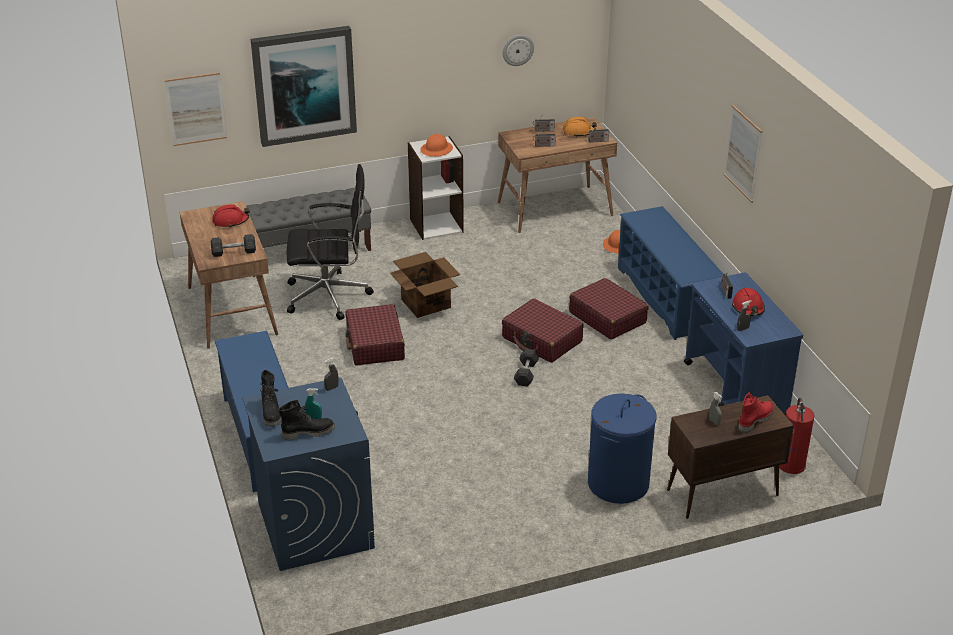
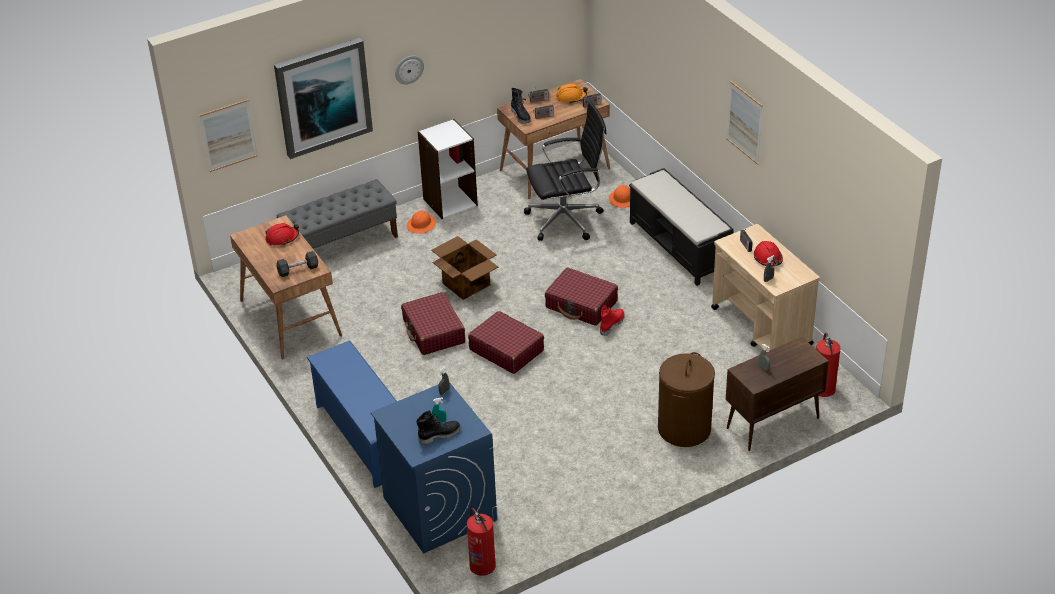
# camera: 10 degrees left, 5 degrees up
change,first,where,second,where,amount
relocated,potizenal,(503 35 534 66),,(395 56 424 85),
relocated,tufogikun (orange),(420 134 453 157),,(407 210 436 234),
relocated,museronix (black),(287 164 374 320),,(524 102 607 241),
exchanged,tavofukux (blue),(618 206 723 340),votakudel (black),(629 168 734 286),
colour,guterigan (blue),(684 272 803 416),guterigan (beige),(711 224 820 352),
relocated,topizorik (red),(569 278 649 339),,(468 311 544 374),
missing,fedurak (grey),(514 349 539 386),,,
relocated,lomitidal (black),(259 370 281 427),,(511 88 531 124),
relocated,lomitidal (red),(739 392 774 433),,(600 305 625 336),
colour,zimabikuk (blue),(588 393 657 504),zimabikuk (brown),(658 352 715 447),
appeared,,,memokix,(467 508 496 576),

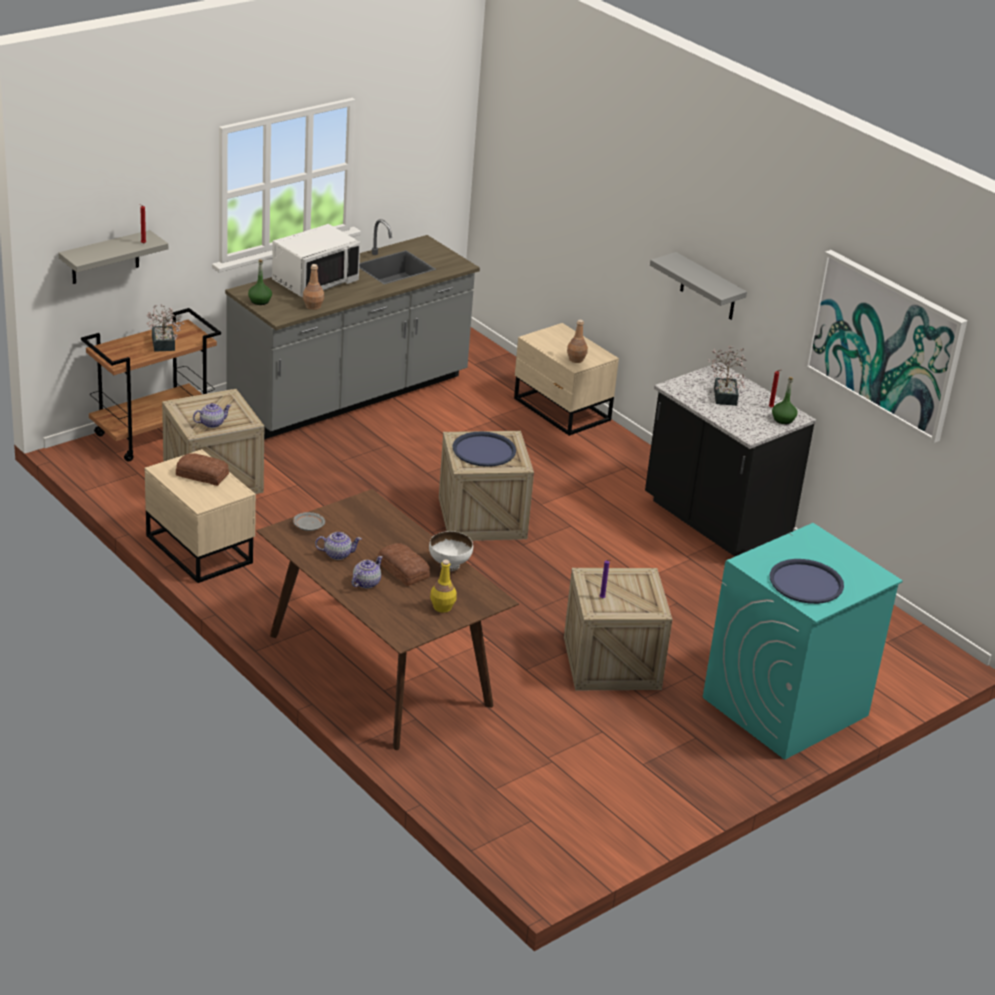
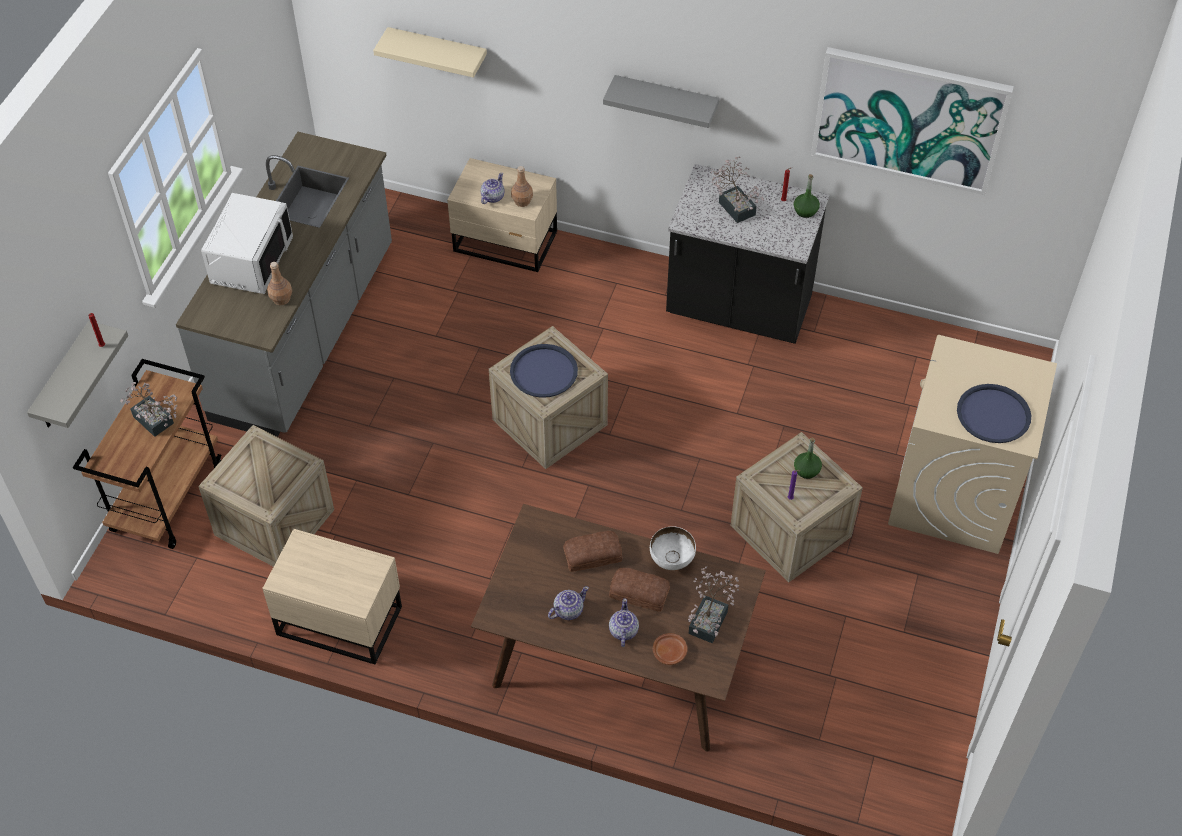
# camera: 30 degrees left, 20 degrees up
change,first,where,second,where,amount
relocated,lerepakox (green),(248 259 272 305),,(794 437 822 479),
relocated,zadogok,(193 403 231 428),,(481 173 505 204),
relocated,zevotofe,(176 453 229 486),,(563 531 622 572),
missing,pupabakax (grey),(293 512 325 531),,,
colour,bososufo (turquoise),(703 523 903 760),bososufo (beige),(888 335 1057 554),
exchanged,lerepakox (yellow),(430 560 457 613),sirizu,(688 566 739 643),
appeared,,,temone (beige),(373 27 487 78),
appeared,,,pupabakax (brown),(653 633 688 665),

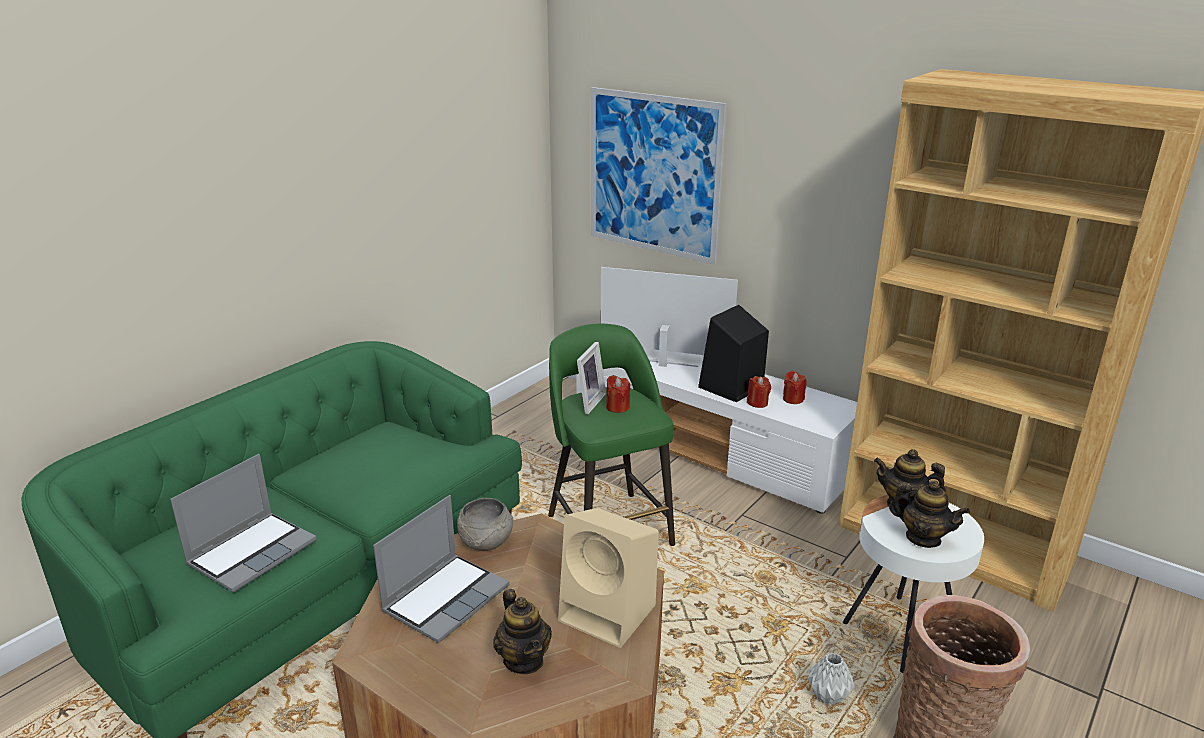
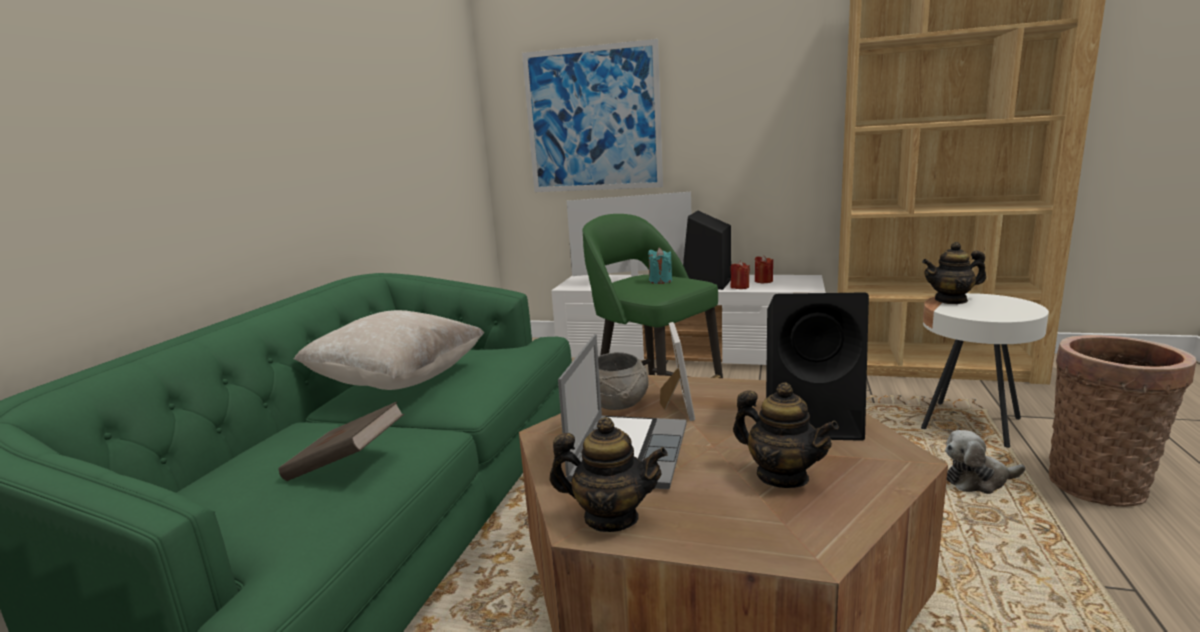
# camera: 20 degrees left, 10 degrees down
change,first,where,second,where,amount
relocated,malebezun,(577 342 606 414),,(660 322 695 421),
colour,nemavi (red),(606 375 630 413),nemavi (turquoise),(648 248 672 284),
exchanged,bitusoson,(170 454 317 592),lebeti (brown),(278 402 404 481),
relocated,zadogok,(889 481 970 548),,(549 417 668 532),
colour,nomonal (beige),(558 508 659 648),nomonal (black),(766 292 869 441),
exchanged,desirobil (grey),(808 653 854 705),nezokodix,(945 430 1025 494),
appeared,,,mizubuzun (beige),(294 310 485 390),

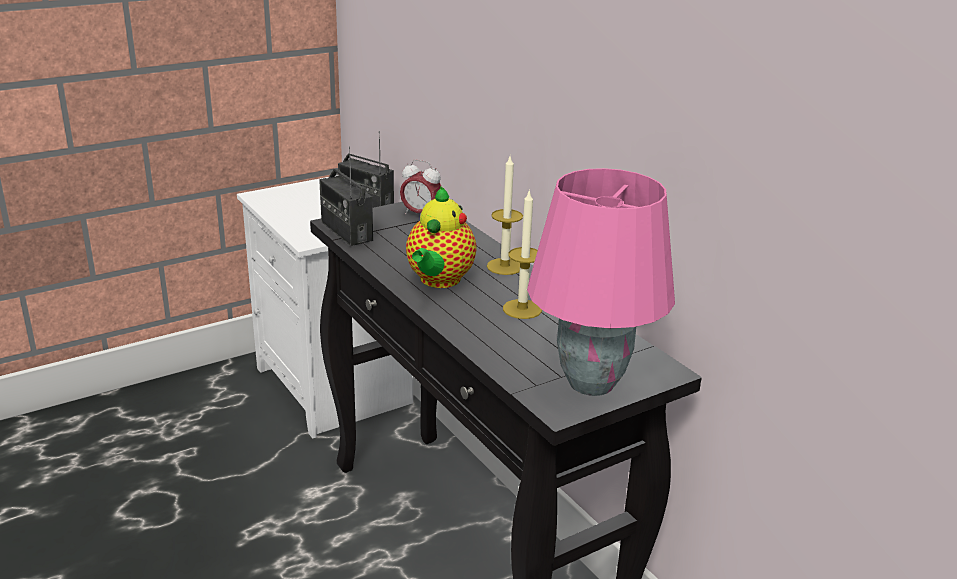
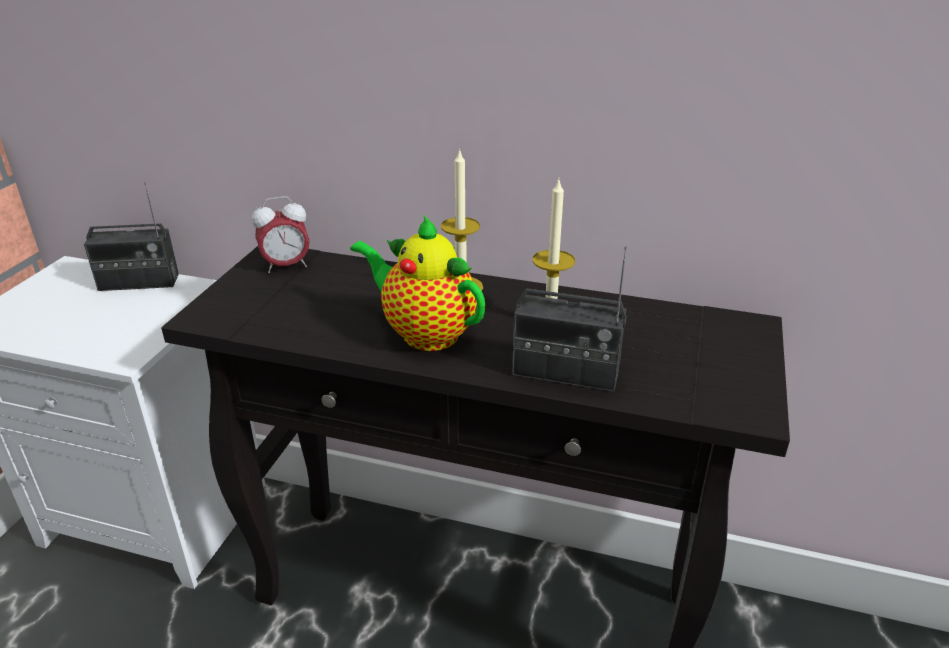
# camera: 40 degrees left, 5 degrees up
change,first,where,second,where,amount
relocated,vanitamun,(319 146 373 246),,(512 246 627 392),
missing,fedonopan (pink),(527 168 675 396),,,
spun,zadogok,(406 187 477 288),,(350 215 486 351),150 degrees clockwise

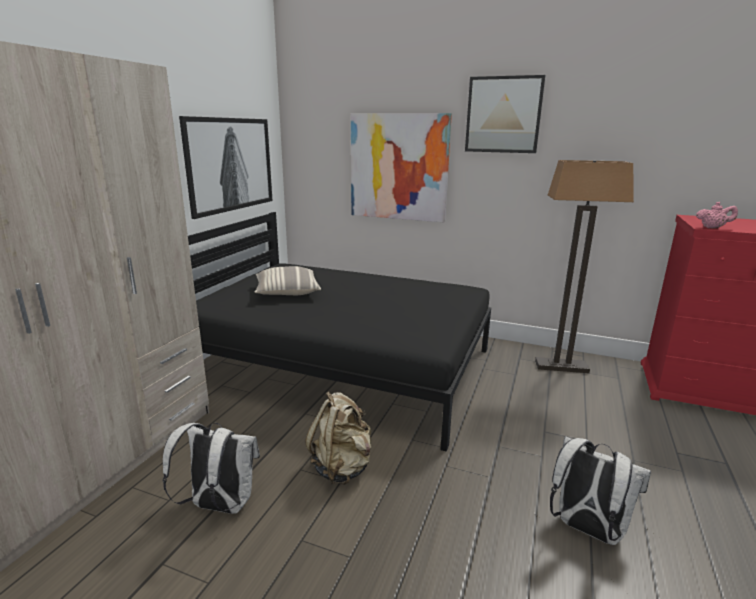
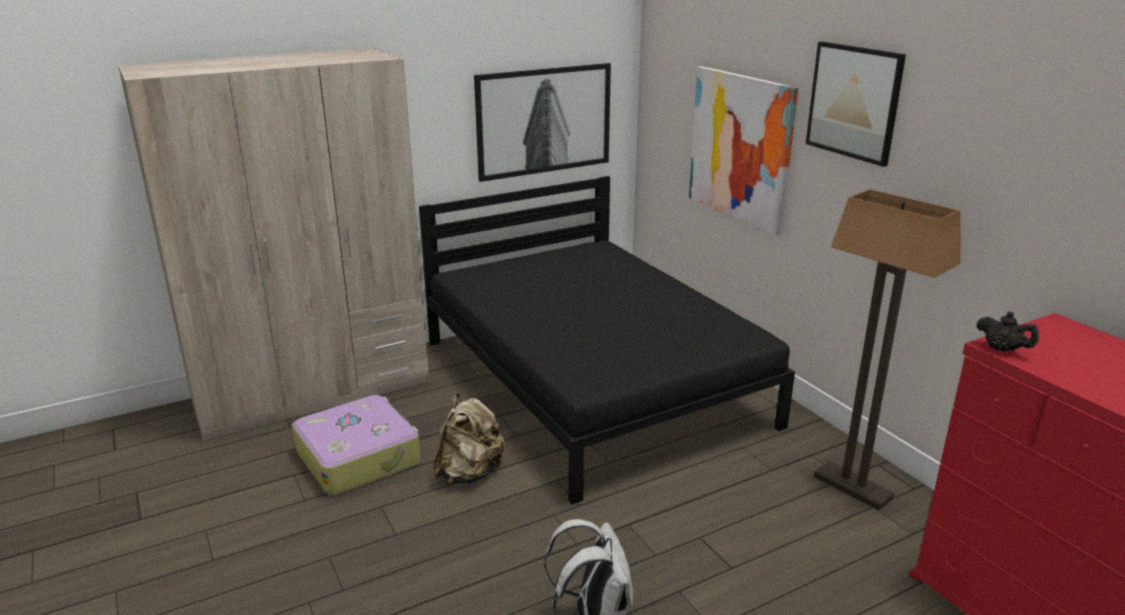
# camera: 40 degrees right, 5 degrees up
change,first,where,second,where,amount
colour,zadogok (pink),(696 202 738 228),zadogok (black),(976 312 1039 352),
missing,mizubuzun,(255 266 321 295),,,
exchanged,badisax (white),(162 423 260 514),topizorik,(292 395 420 495),

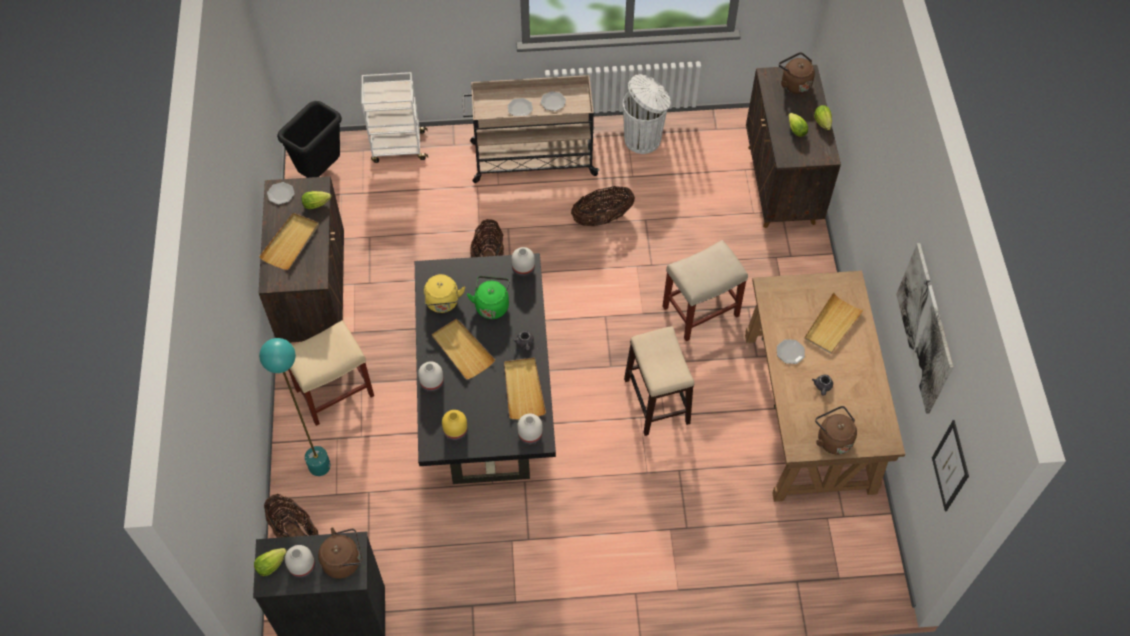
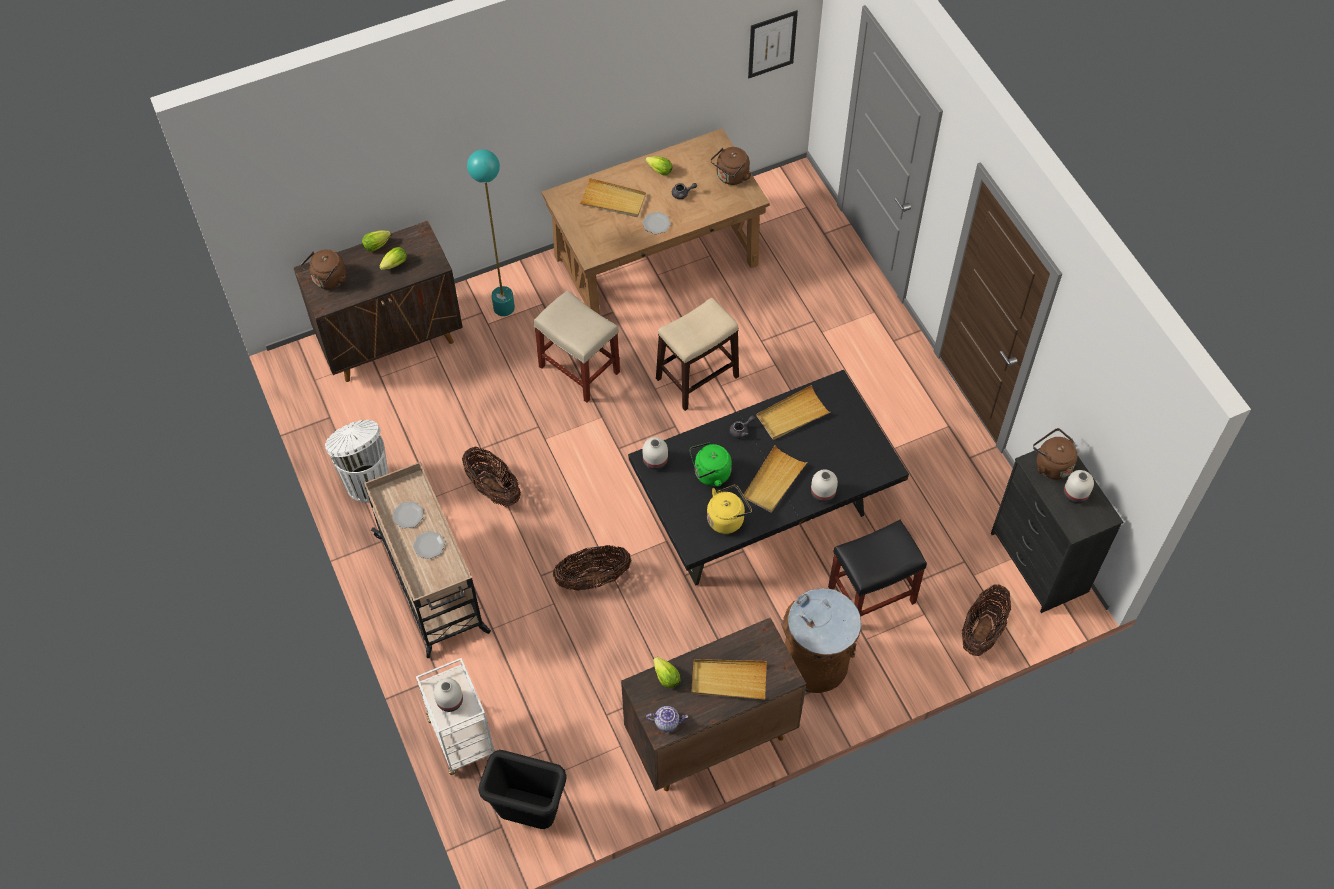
# camera: 110 degrees left, 0 degrees up
change,first,where,second,where,amount
exchanged,pupabakax,(267 182 295 205),zadogok,(646 706 688 732),
missing,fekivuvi,(896 243 953 414),,,
exchanged,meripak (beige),(288 320 374 426),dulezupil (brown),(781 588 861 693),
relocated,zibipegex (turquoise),(259 338 331 476),,(467 149 515 316),
missing,desirobil (yellow),(442 410 468 441),,,
relocated,desirobil (white),(517 414 543 445),,(434 678 463 712),
relocated,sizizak,(254 548 287 576),,(645 156 673 175),
appeared,,,meripak (black),(828 520 927 616),

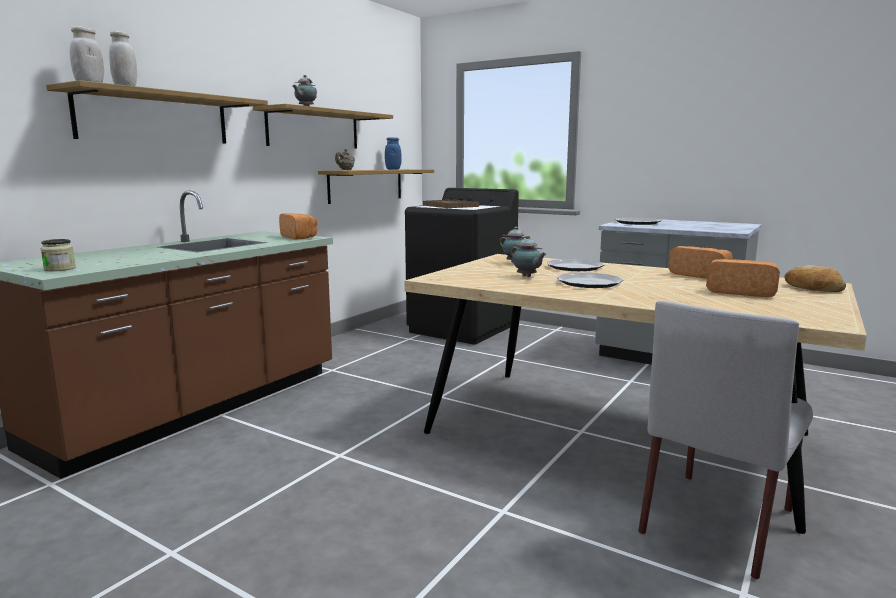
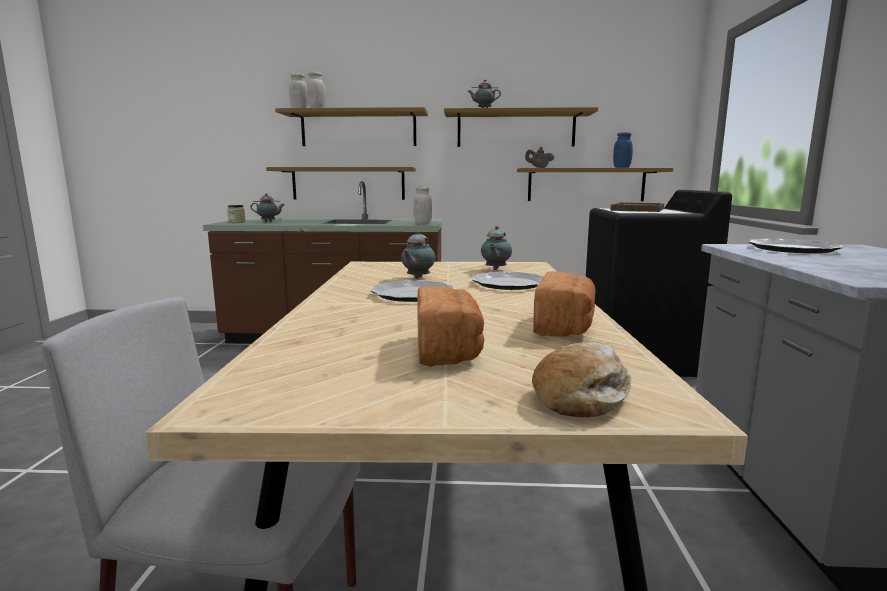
# camera: 60 degrees right, 0 degrees up
change,first,where,second,where,amount
exchanged,zevotofe,(279 213 317 239),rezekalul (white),(413 186 432 224),
appeared,,,temone,(266 167 416 200),
appeared,,,zadogok,(250 193 285 222),

